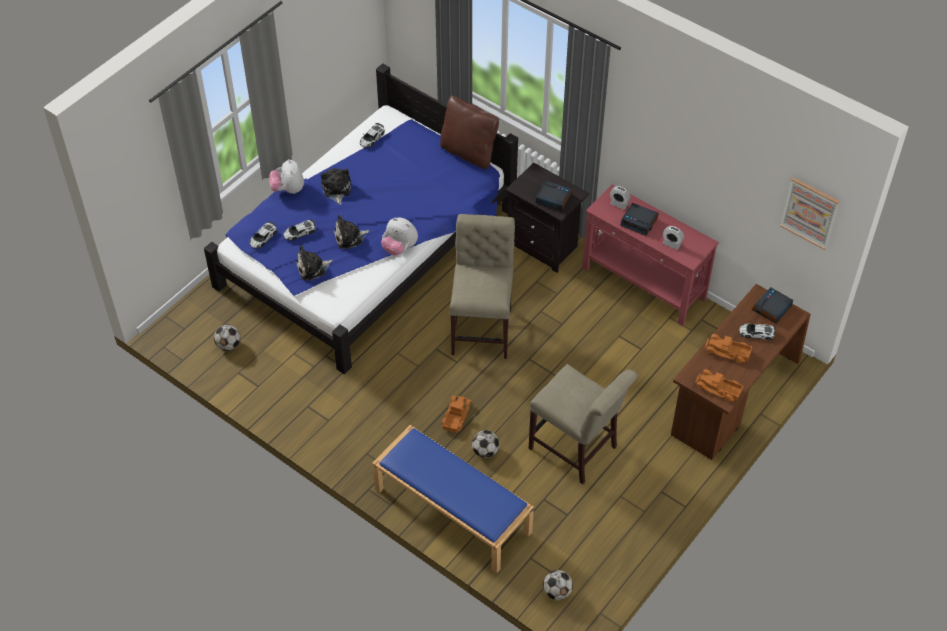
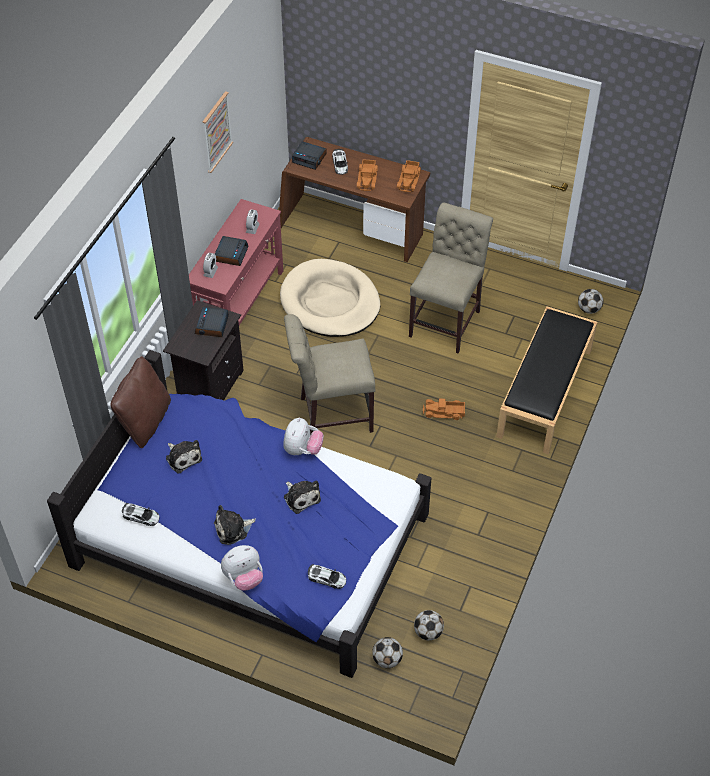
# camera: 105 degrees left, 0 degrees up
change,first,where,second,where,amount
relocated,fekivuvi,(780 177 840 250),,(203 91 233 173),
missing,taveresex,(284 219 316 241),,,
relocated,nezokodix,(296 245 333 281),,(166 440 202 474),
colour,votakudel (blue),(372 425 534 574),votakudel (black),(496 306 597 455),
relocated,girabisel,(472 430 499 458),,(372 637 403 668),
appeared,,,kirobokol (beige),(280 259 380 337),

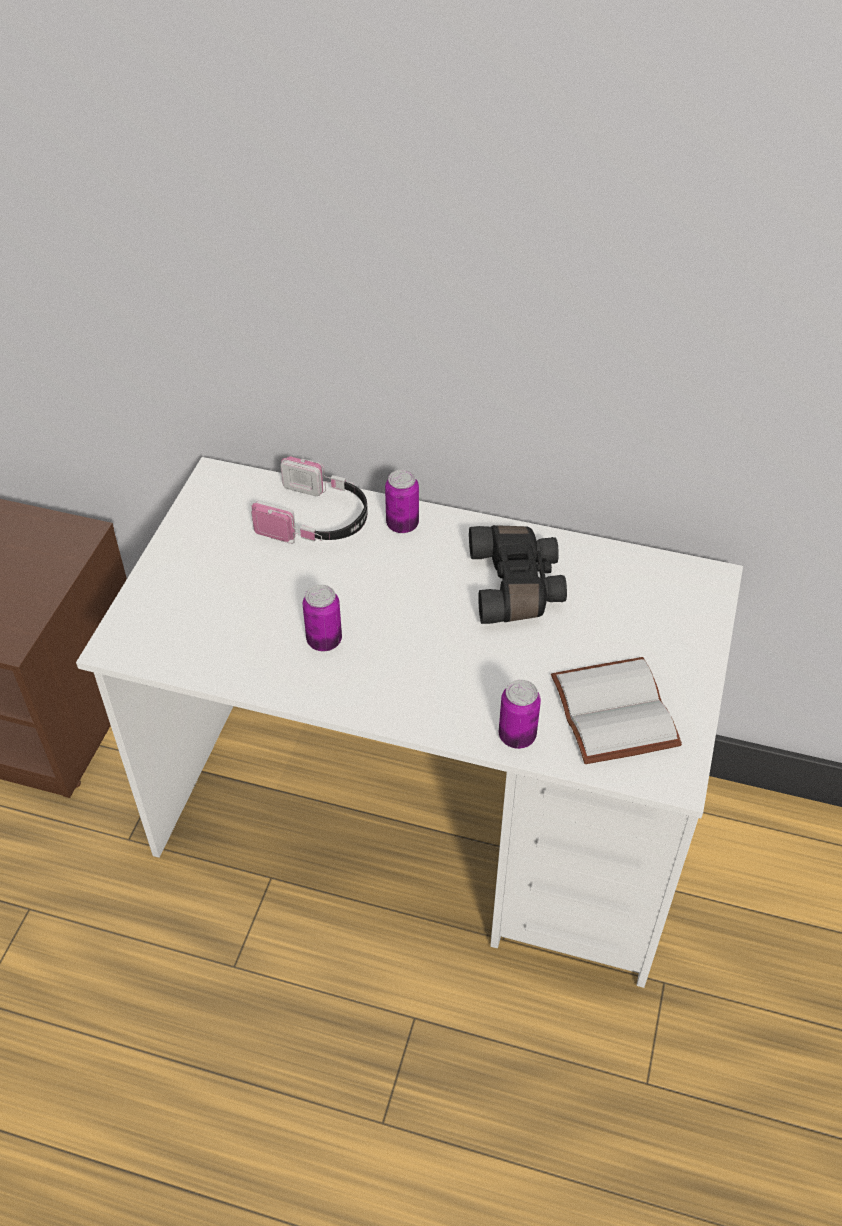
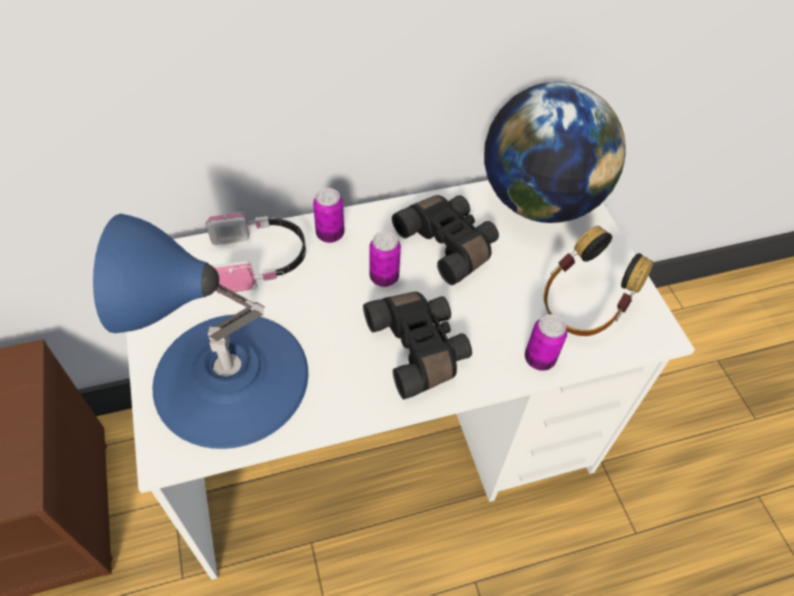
# camera: 35 degrees left, 5 degrees up
change,first,where,second,where,amount
relocated,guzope,(302 585 342 651),,(369 231 401 287),
exchanged,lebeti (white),(551 657 682 764),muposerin,(544 226 654 336),
appeared,,,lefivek,(484 82 626 223),
appeared,,,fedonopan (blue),(93 214 308 449),
appeared,,,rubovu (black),(363 292 472 399),

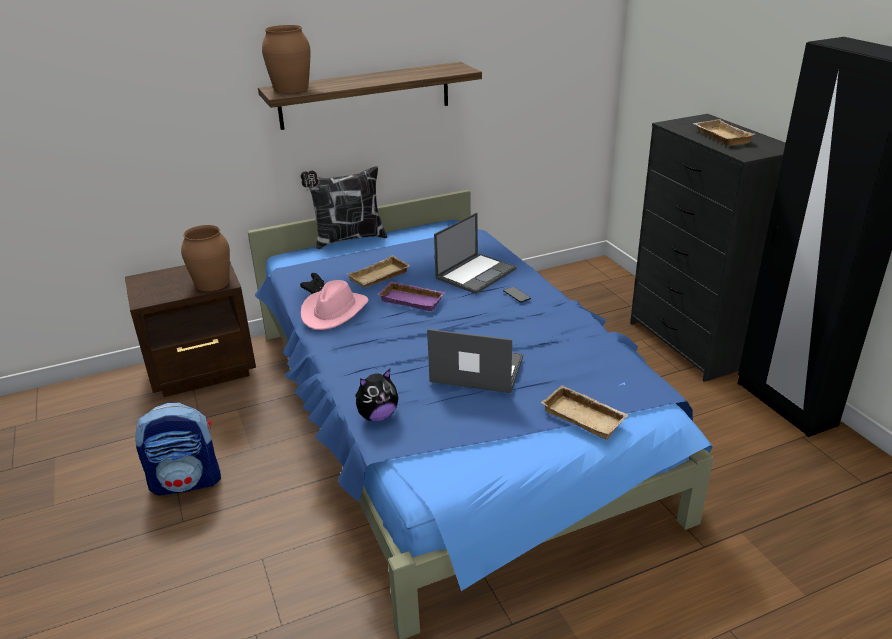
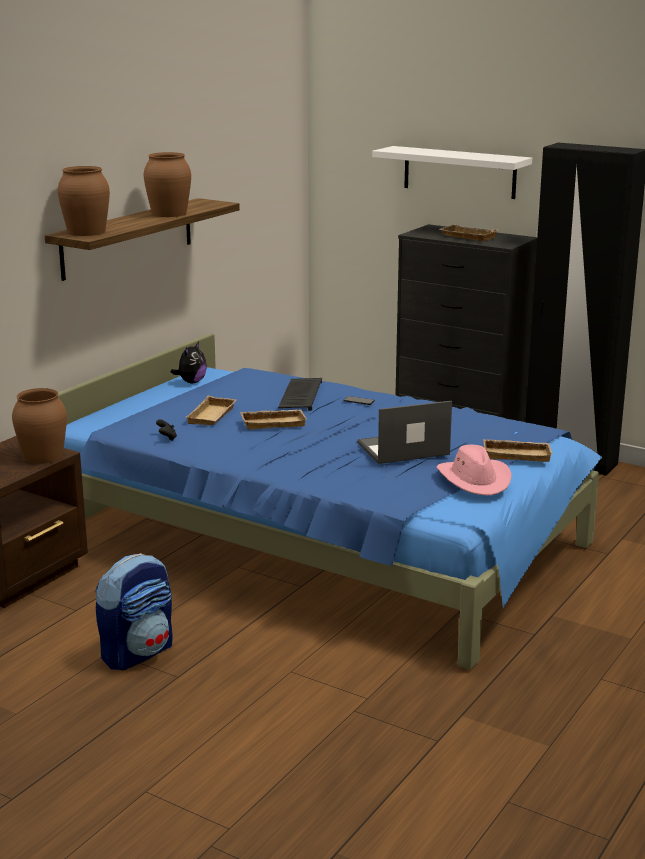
# camera: 35 degrees left, 10 degrees down
change,first,where,second,where,amount
missing,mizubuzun,(301 166 388 249),,,
exchanged,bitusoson,(434 213 517 294),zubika,(278 378 322 411),
relocated,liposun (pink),(301 280 369 330),,(437 445 512 496),
colour,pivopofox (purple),(378 281 446 311),pivopofox (beige),(240 409 307 429),
relocated,nezokodix,(355 369 398 421),,(171 342 207 383),
appeared,,,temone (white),(372 146 532 199),
appeared,,,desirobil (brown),(144 152 191 217),

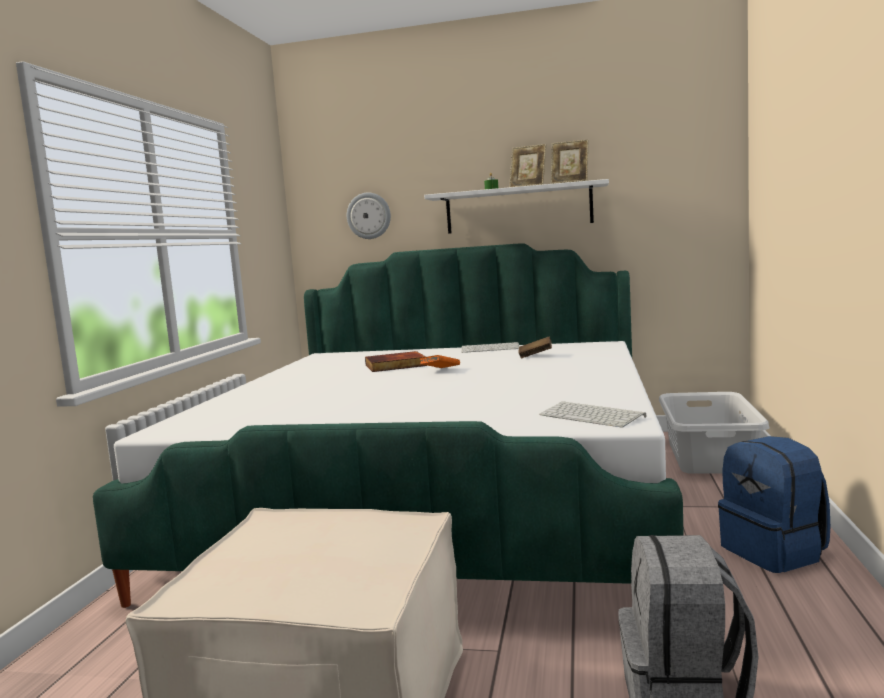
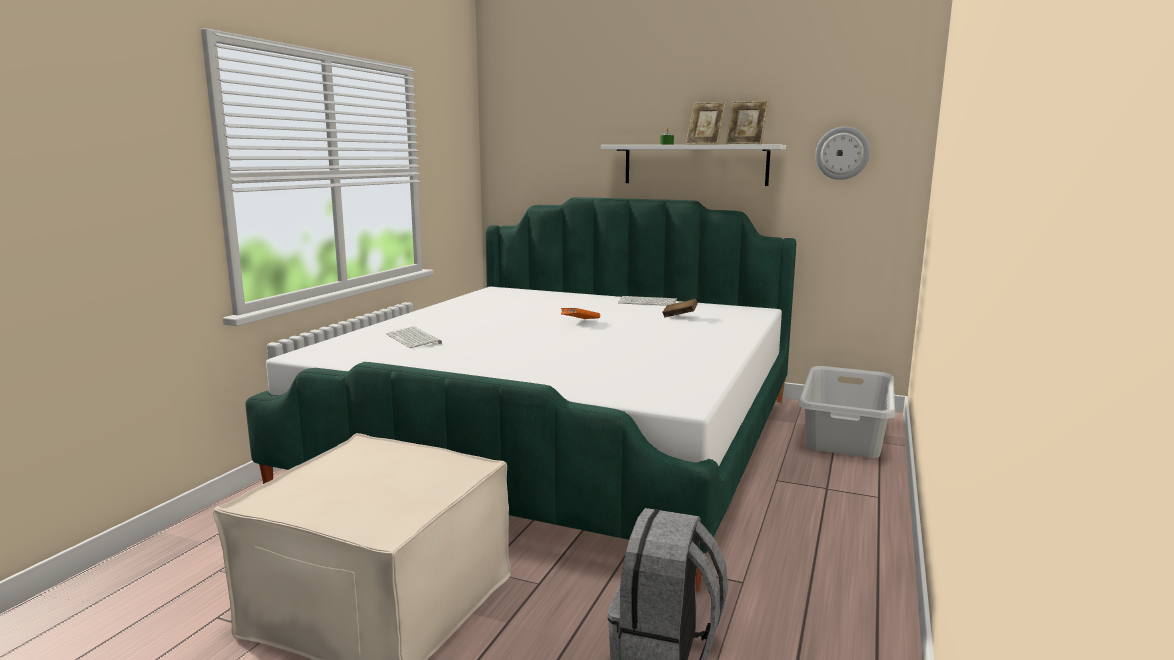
# camera: 10 degrees right, 5 degrees up
change,first,where,second,where,amount
relocated,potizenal,(347 192 391 239),,(815 127 870 180),
missing,lebeti,(365 351 427 372),,,
relocated,zubika,(539 401 647 428),,(386 326 442 348),
missing,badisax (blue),(718 436 830 573),,,

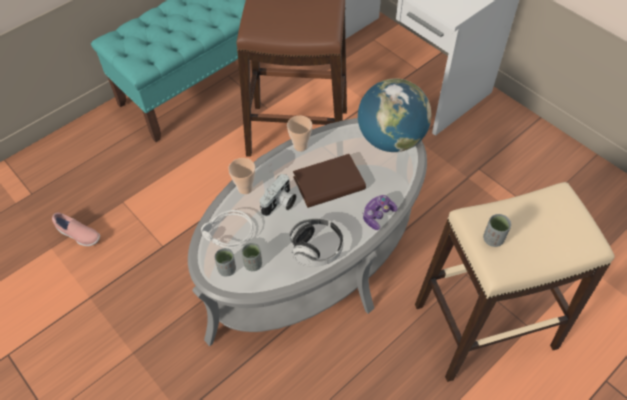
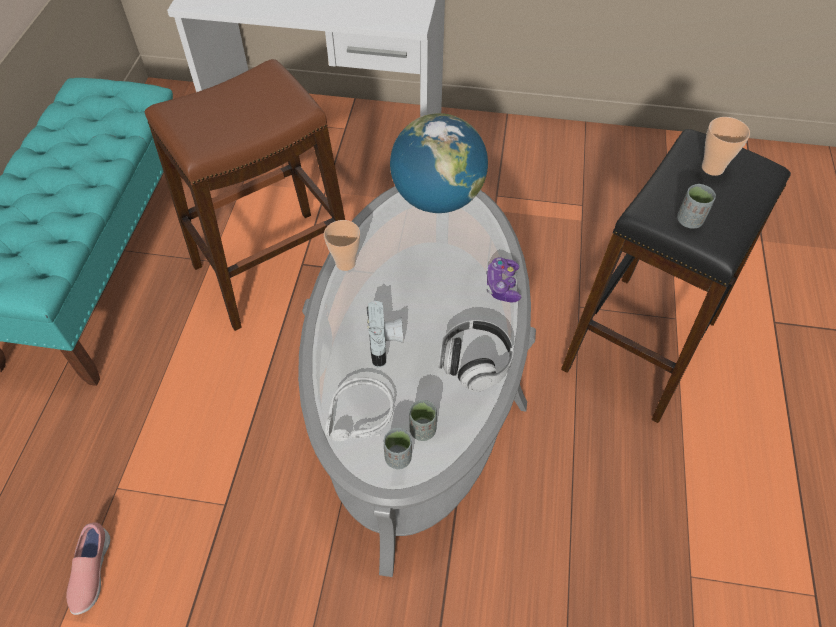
# camera: 40 degrees left, 0 degrees up
change,first,where,second,where,amount
missing,lebeti (brown),(293 154 366 208),,,
relocated,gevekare,(228 158 255 194),,(702 117 750 176),
colour,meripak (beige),(415 182 615 382),meripak (black),(561 129 791 423),
spun,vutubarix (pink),(52 212 100 246),,(66 522 110 615),105 degrees clockwise

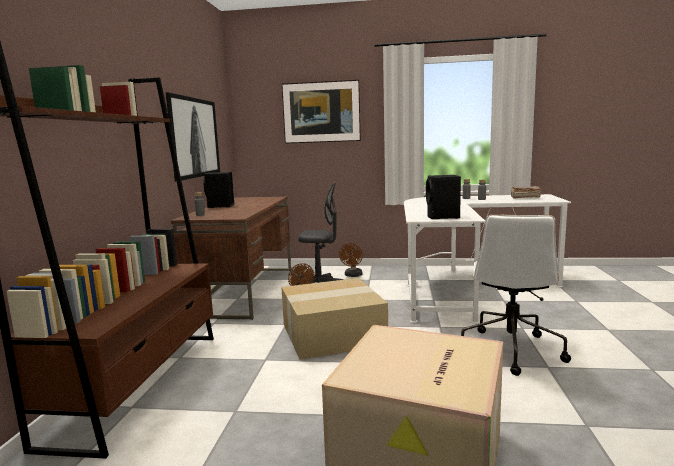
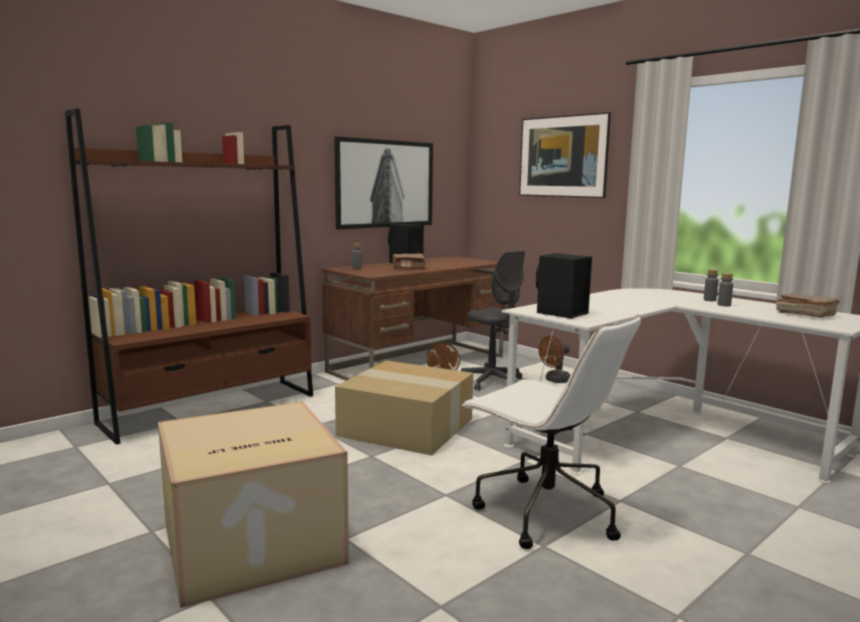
# camera: 40 degrees right, 0 degrees up
change,first,where,second,where,amount
spun,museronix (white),(461 214 571 376),,(461 314 641 549),105 degrees counterclockwise
appeared,,,lebeti (brown),(393 253 426 269),

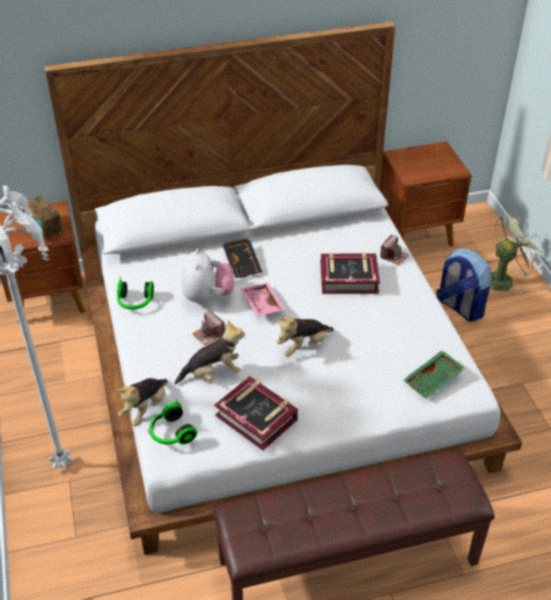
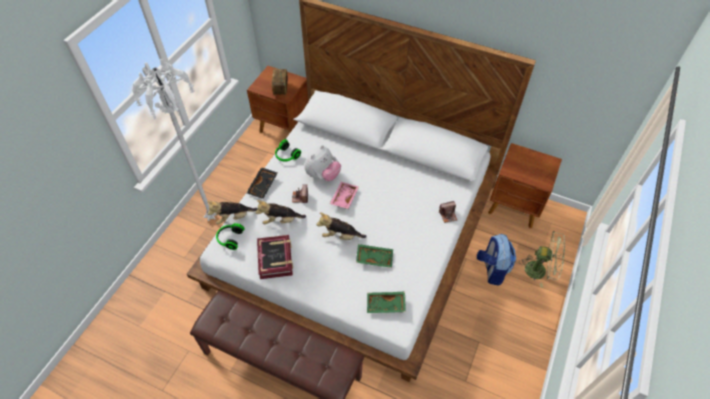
# camera: 40 degrees right, 10 degrees up
change,first,where,second,where,amount
relocated,pivopofox (black),(222 238 262 278),,(246 167 277 199),
missing,lebeti,(320 252 380 294),,,
spun,nezokodix,(174 320 245 385),,(255 200 306 224),150 degrees clockwise
appeared,,,pivopofox (green),(356 244 393 268),

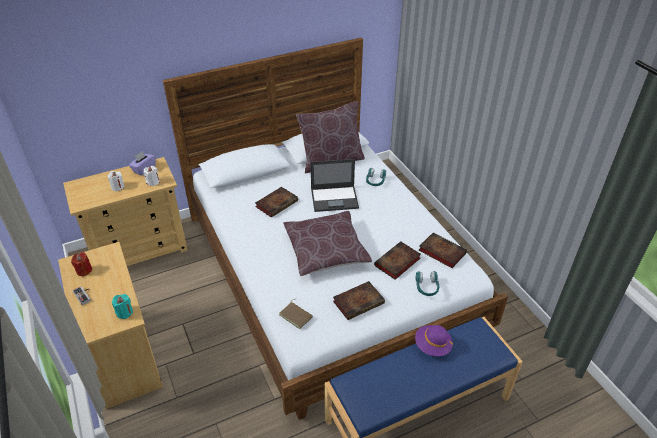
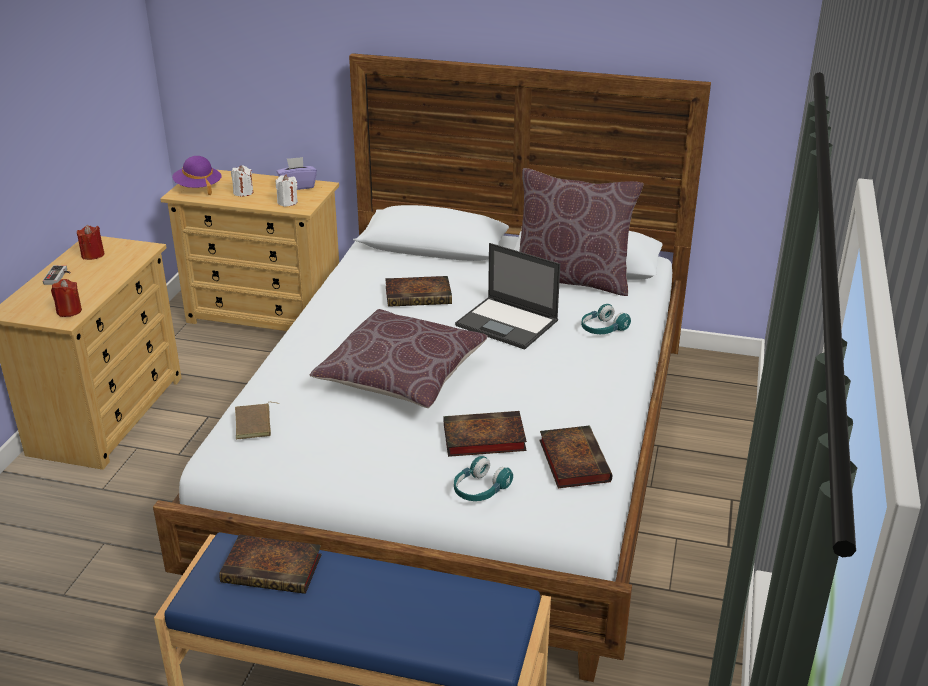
# camera: 40 degrees right, 10 degrees down
change,first,where,second,where,amount
relocated,lebeti,(333 281 385 320),,(219 534 322 594),
colour,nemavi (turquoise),(112 294 133 319),nemavi (red),(51 279 82 317),
relocated,liposun (purple),(415 325 453 356),,(172 156 222 195),

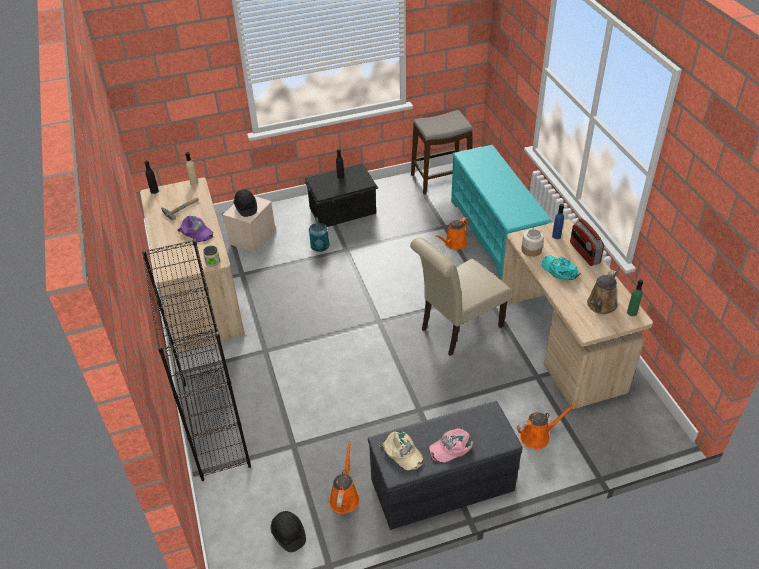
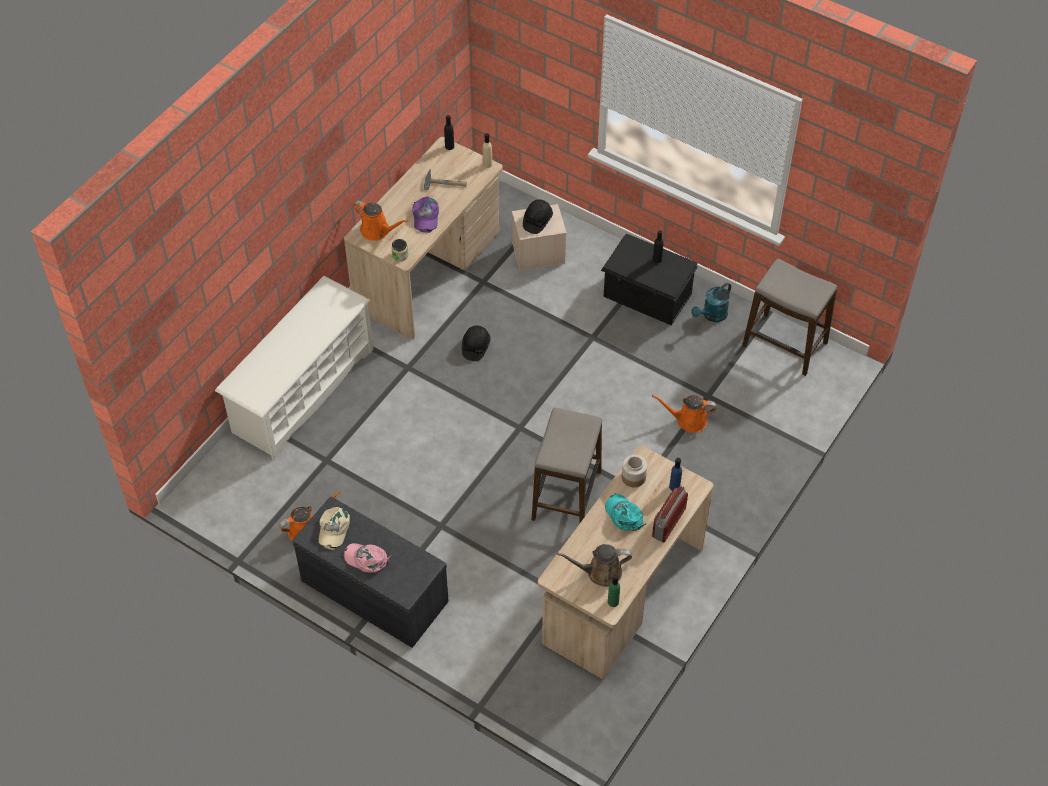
# camera: 50 degrees right, 10 degrees up
change,first,where,second,where,amount
missing,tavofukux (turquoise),(451 145 552 278),,,
relocated,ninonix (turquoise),(309 217 330 252),,(691 282 731 322),
exchanged,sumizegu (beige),(410 237 512 356),meripak,(532 407 602 523),
exchanged,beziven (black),(142 239 251 481),tavofukux (white),(215 276 373 460),
spun,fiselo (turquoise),(542 255 581 280),,(605 494 647 531),45 degrees counterclockwise
relocated,ninonix (orange),(517 403 577 449),,(353 200 407 241),
relocated,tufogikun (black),(270 511 306 552),,(462 325 491 361),

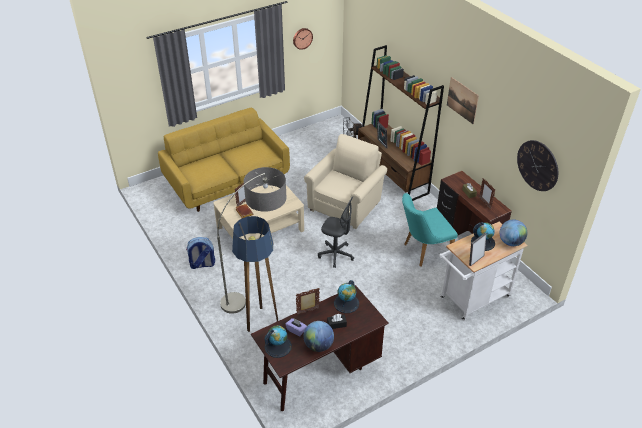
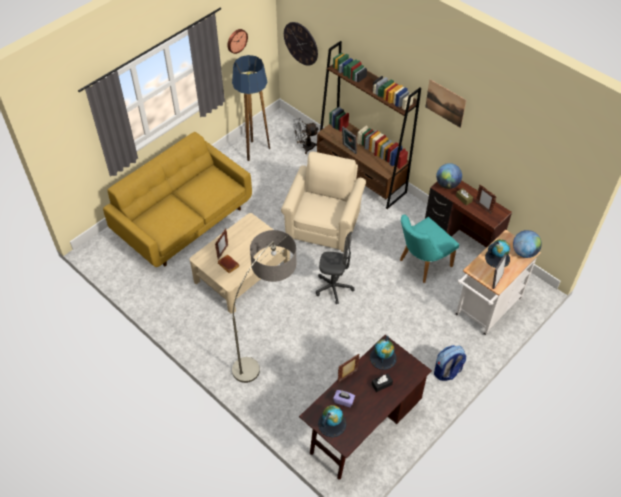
# camera: 15 degrees left, 10 degrees up
change,first,where,second,where,amount
relocated,potizenal,(517 140 558 191),,(284 22 318 66),
relocated,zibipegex,(232 216 278 332),,(232 55 270 161),
relocated,badisax,(186 237 215 269),,(434 345 466 381),
relocated,lefivek,(304 321 334 352),,(436 163 462 189),

